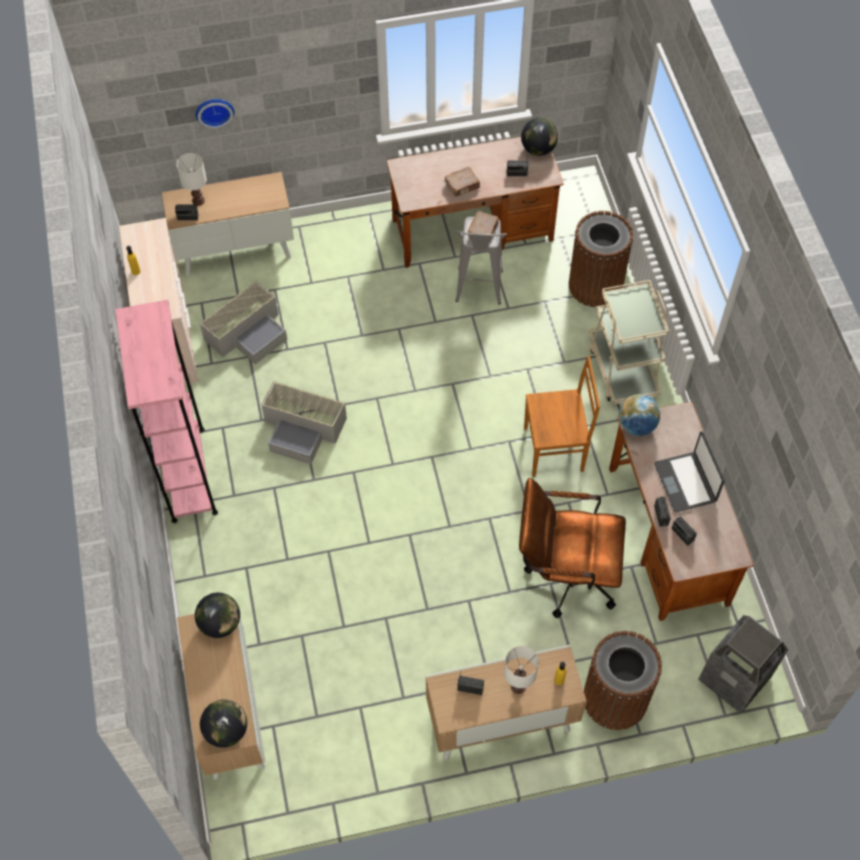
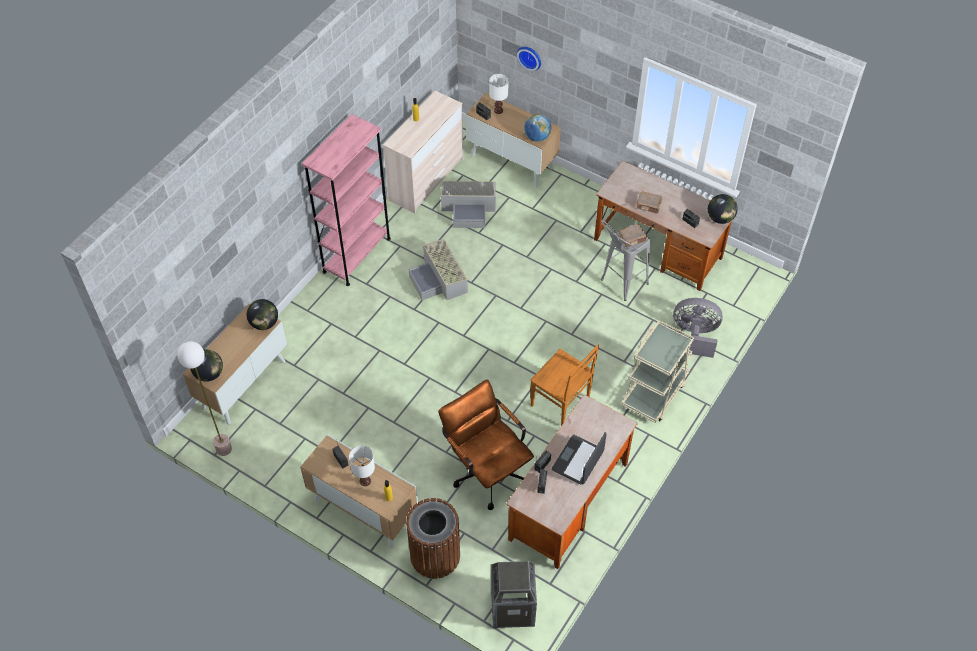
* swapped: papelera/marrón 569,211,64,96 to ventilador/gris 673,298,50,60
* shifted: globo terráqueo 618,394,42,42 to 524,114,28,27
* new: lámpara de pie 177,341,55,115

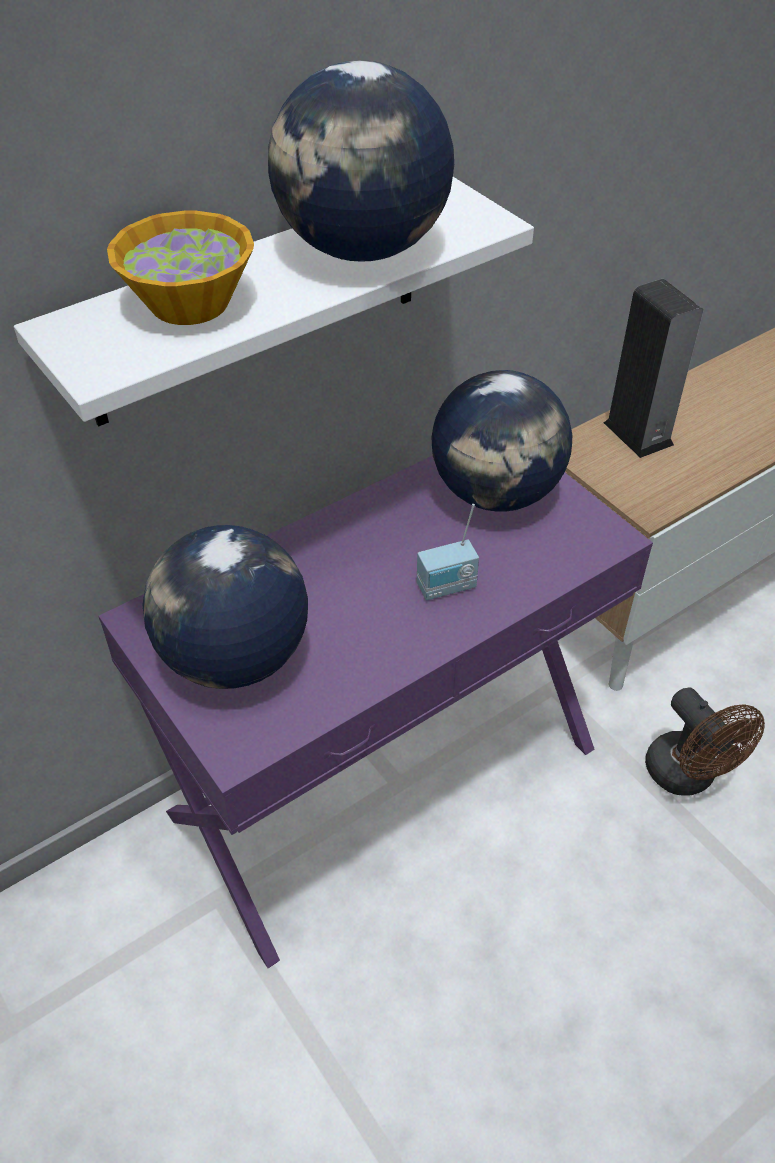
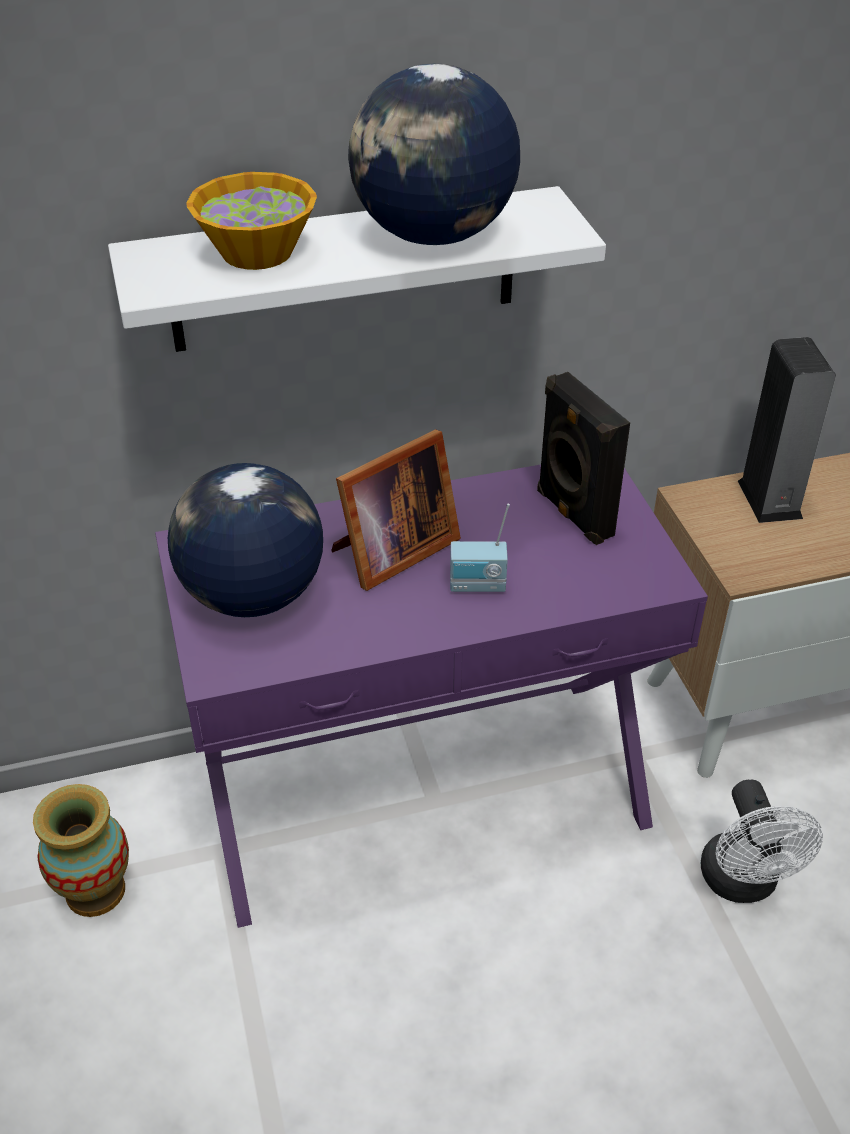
* swapped: globo terráqueo 431,370,141,142 to altavoz/negro 537,372,93,173
* repainted: ventilador/marrón 645,687,120,109 to ventilador/blanco 701,780,122,123
* new: portarretratos 331,429,130,162
* new: florero 33,784,96,133

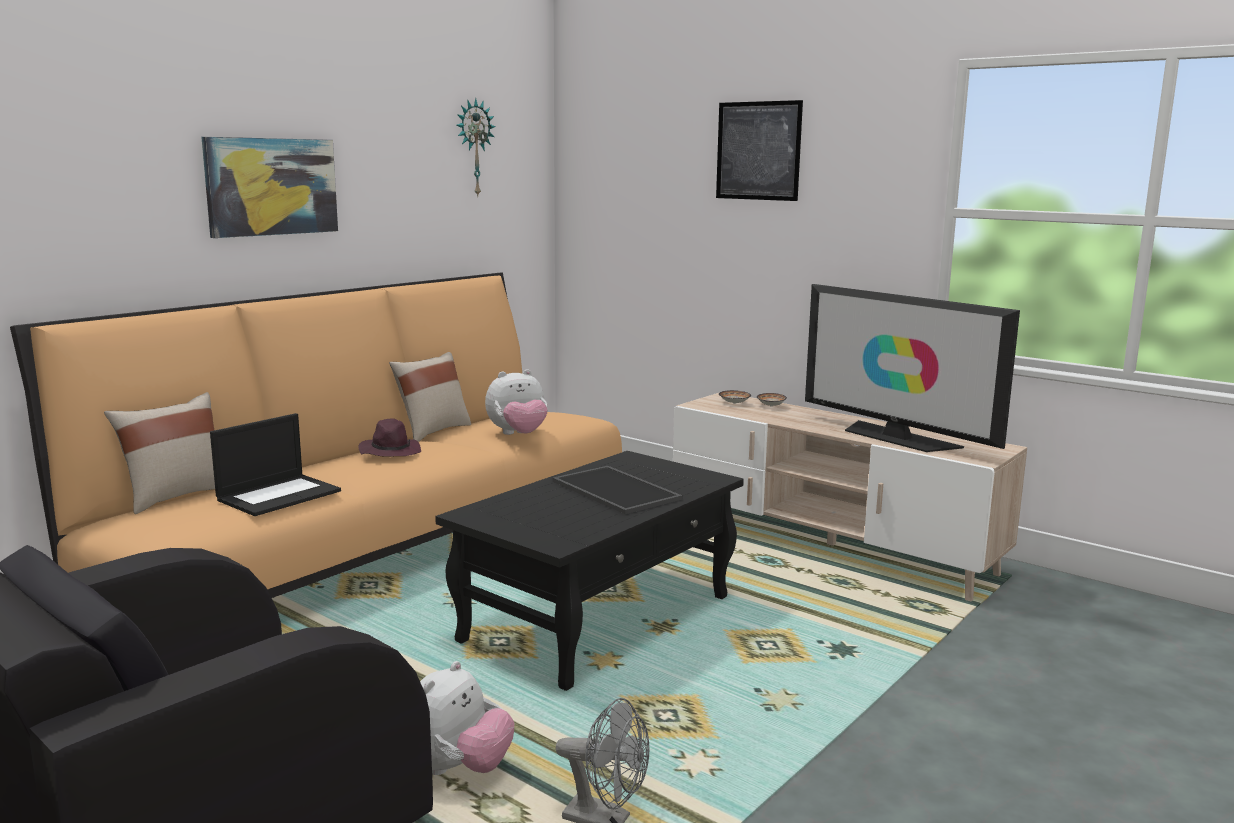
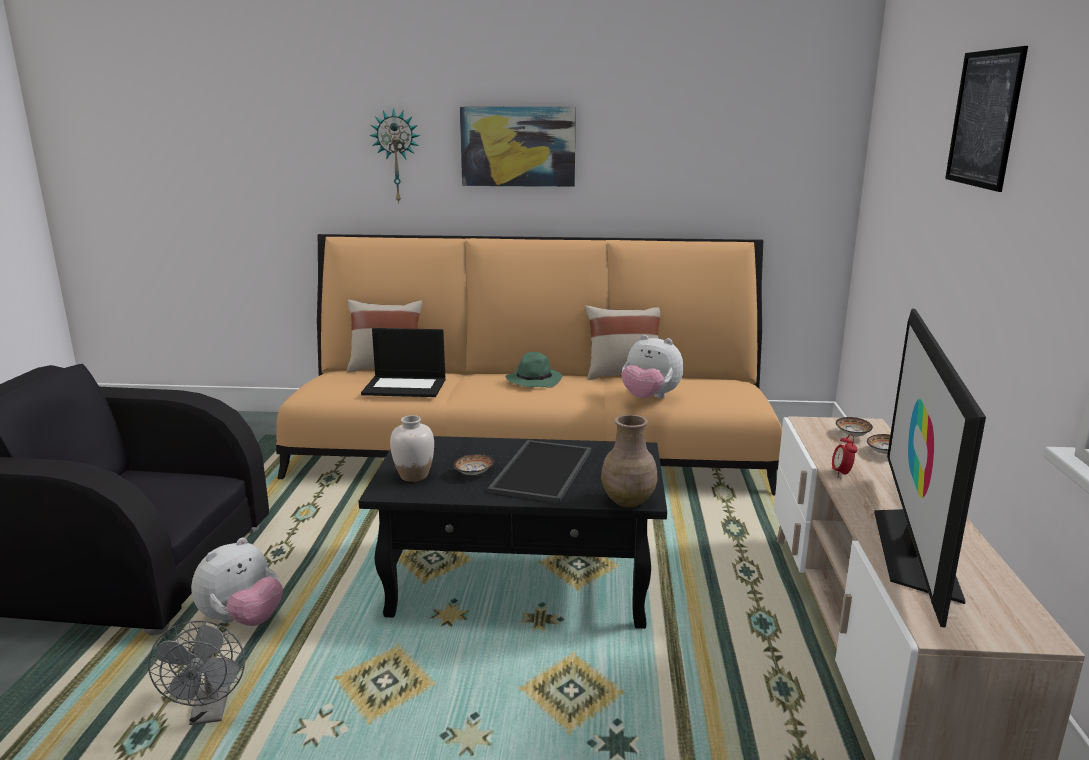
* shifted: reloj de pared 456,98,39,98 to 370,108,50,96
* repainted: sombrero/morado 358,418,63,39 to sombrero/verde 506,352,57,35
* rotated: peluche 420,661,94,114 = 191,537,92,89 45 degrees counterclockwise
* new: florero/blanco 390,415,44,67
* new: florero/marrón 601,415,56,93
* new: despertador 832,434,25,44
* new: cuenco 453,454,41,21

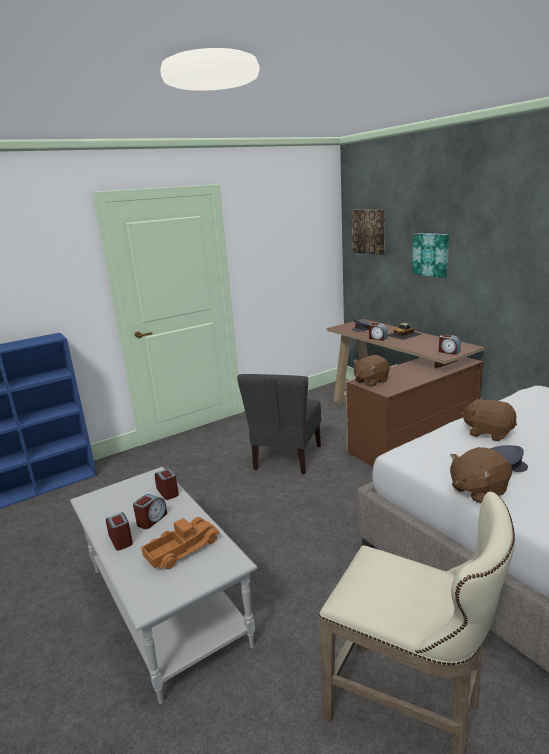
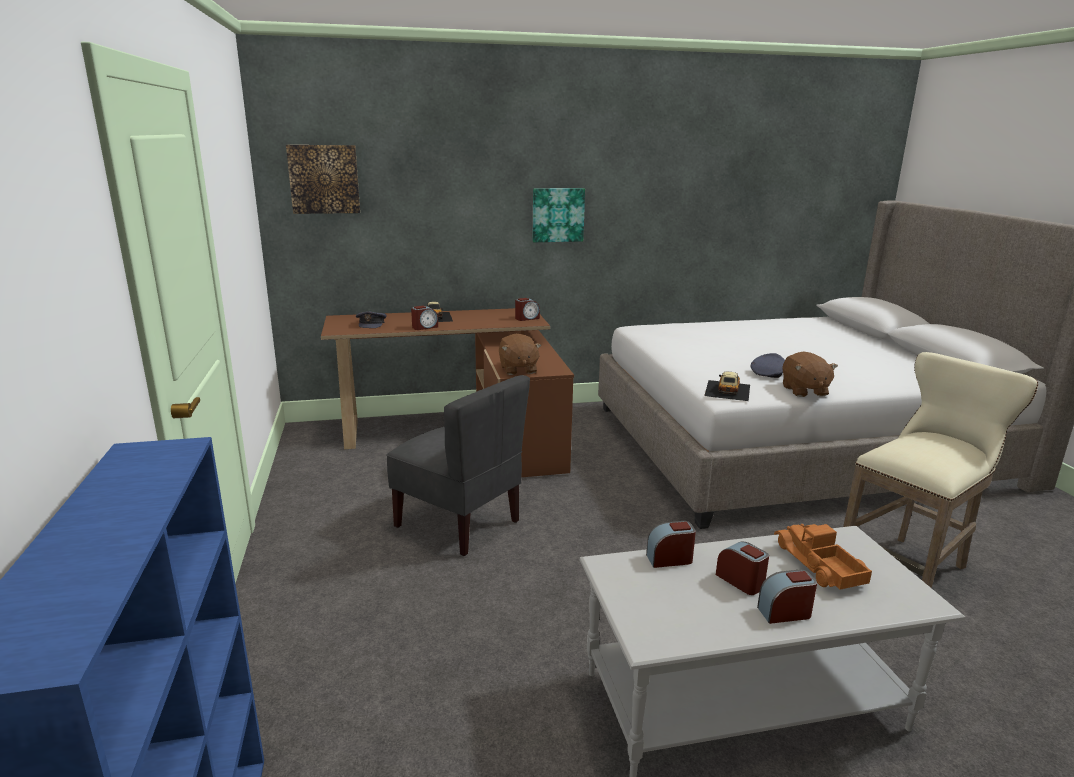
* shifted: cuadro 412,233,37,45 to 533,188,52,54
* gone: peluche/marrón 461,397,56,44
* new: coche de juguete 704,372,46,29

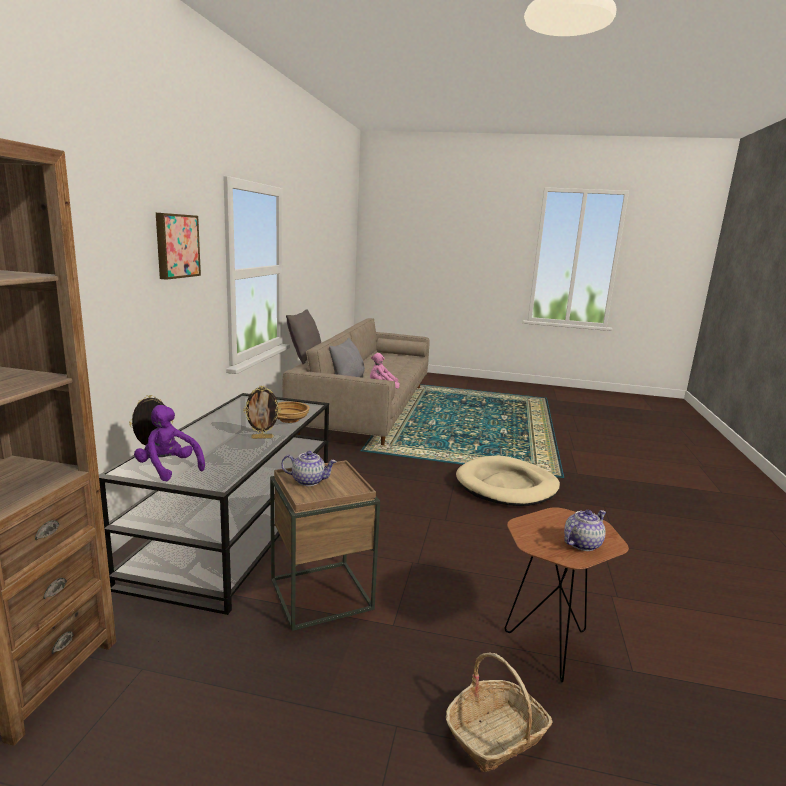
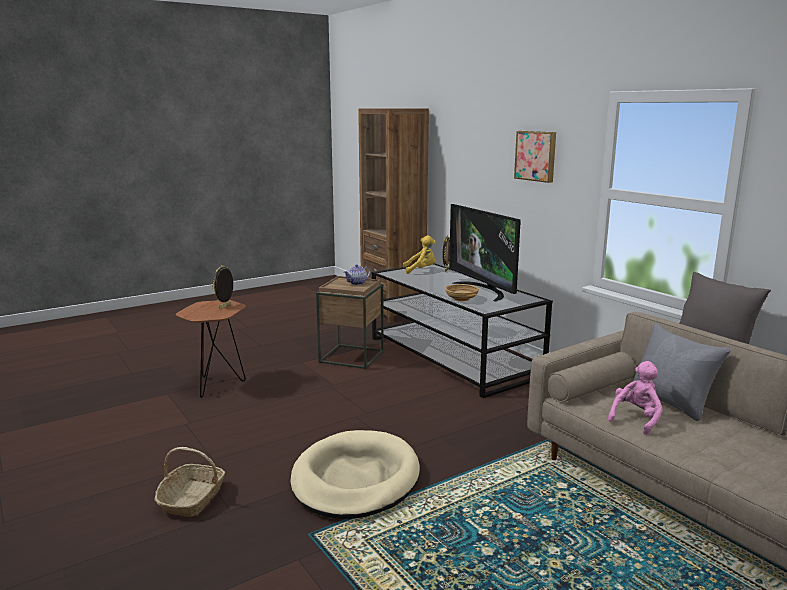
* shifted: portarretratos 243,386,38,53 to 212,265,22,44
* repainted: peluche/morado 134,405,71,76 to peluche/amarillo 403,235,33,39
* gone: tetera 564,510,42,41
* shifted: cesta 446,652,107,120 to 155,447,70,70
* new: televisor 449,204,72,98

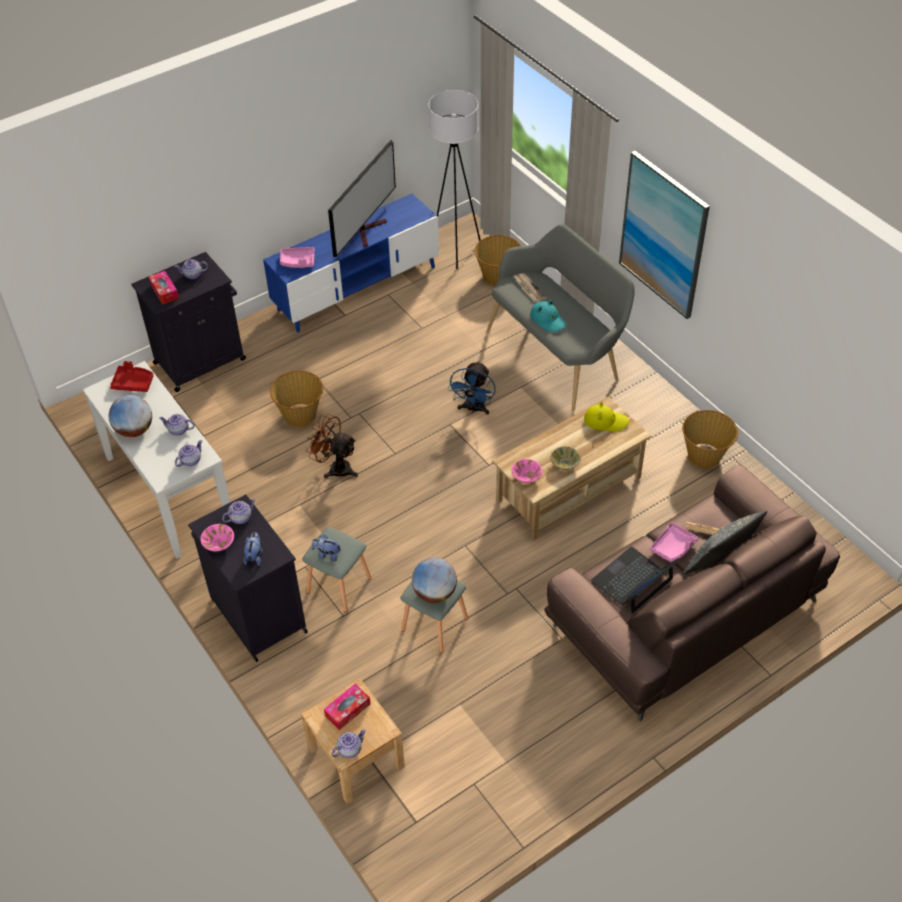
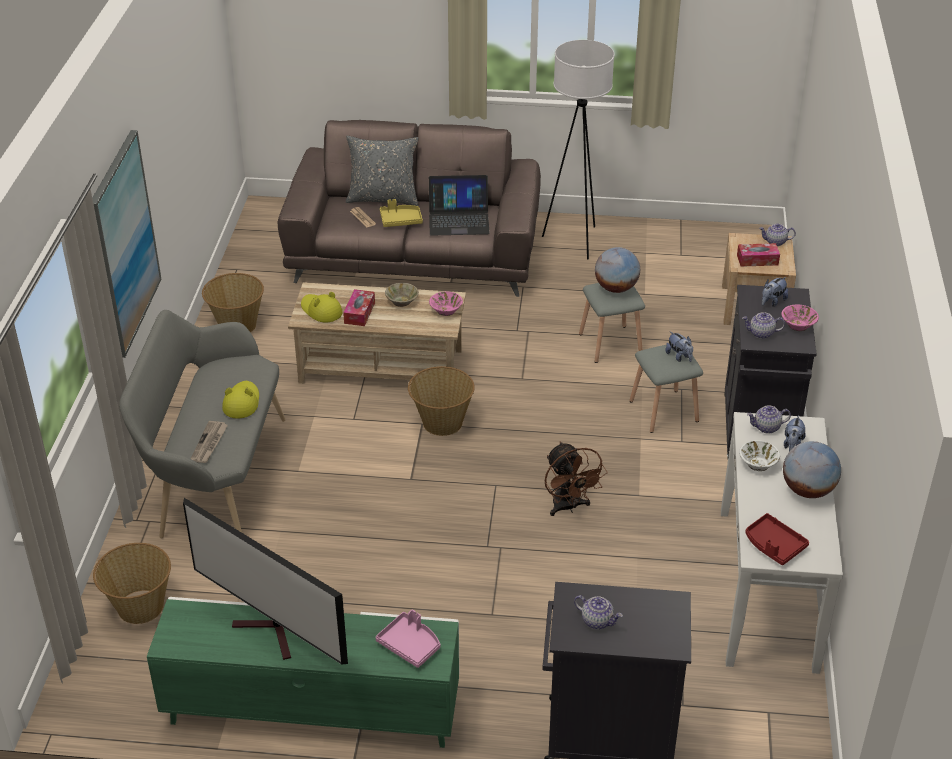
* shifted: lámpara de pie/blanco 428,90,52,179 to 542,40,72,219
* rotated: televisor 328,140,68,117 = 183,498,165,166 120 degrees counterclockwise
* repainted: mueble de televisión/azul 263,193,176,140 to mueble de televisión/verde 147,597,312,151
* shifted: caja de pañuelos 148,271,31,34 to 343,289,32,37
* repainted: sombrero/turquesa 530,300,36,32 to sombrero/amarillo 222,381,37,37
* gone: ventilador/azul 448,361,48,54
* shifted: cesta 270,371,53,56 to 408,366,67,70
* swapped: tetera 159,414,36,22 to cuenco/blanco 739,440,41,31
* repainted: bandeja/rosa 650,522,48,40 to bandeja/amarillo 380,199,43,28
* new: peluche 784,415,22,36

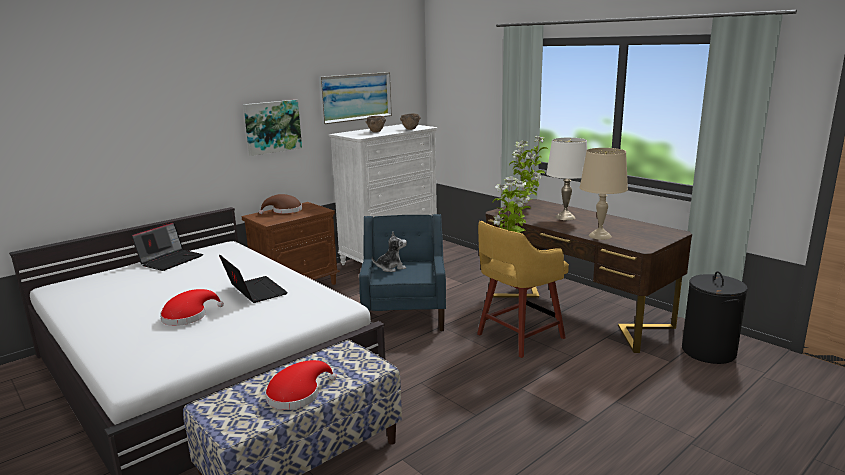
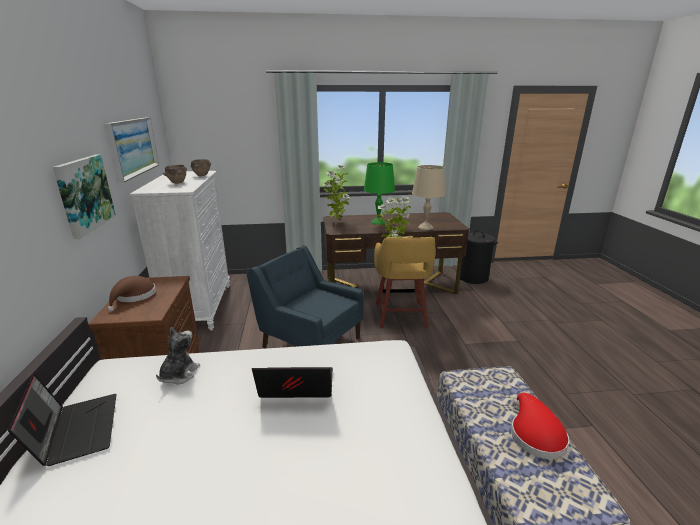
* repainted: lámpara de mesa/blanco 546,138,42,82 to lámpara de mesa/verde 364,162,31,63
* shifted: peluche 372,232,35,40 to 156,327,44,58
* gone: sombrero/rojo 160,289,64,37

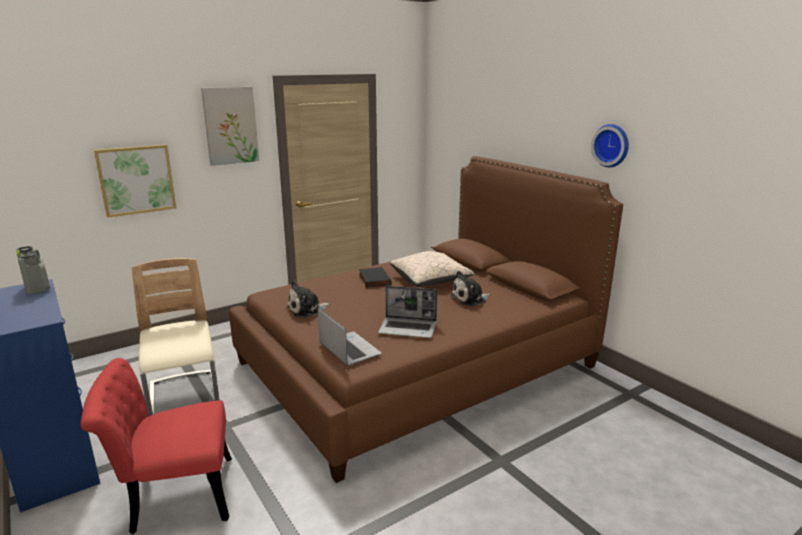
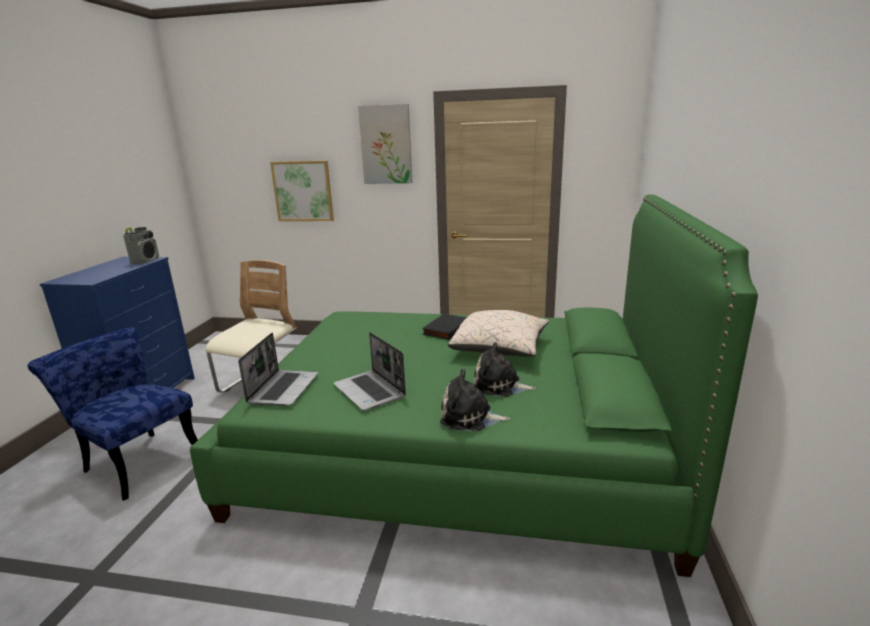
* gone: reloj de pared 591,124,38,43
* repainted: cama/marrón 229,156,394,327 to cama/verde 190,194,568,383
* shifted: peluche 287,280,43,38 to 440,369,70,62
* repainted: silla/rojo 81,358,151,176 to silla/azul 28,327,170,174

